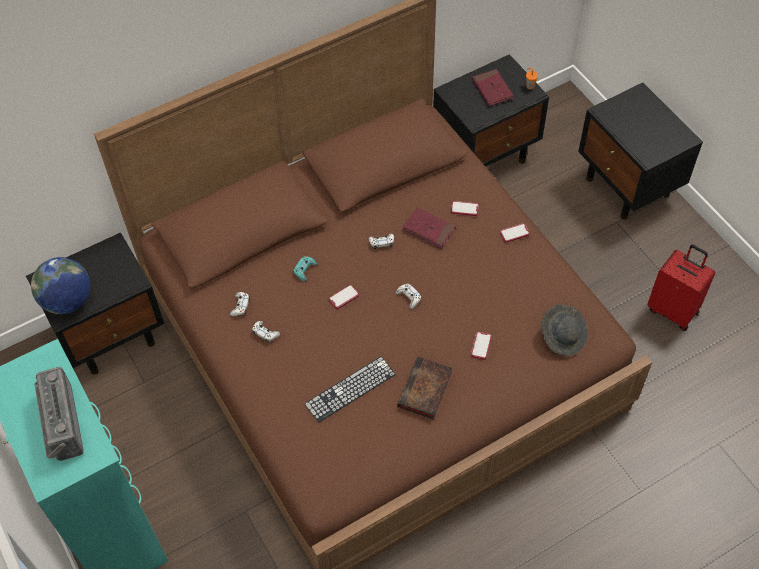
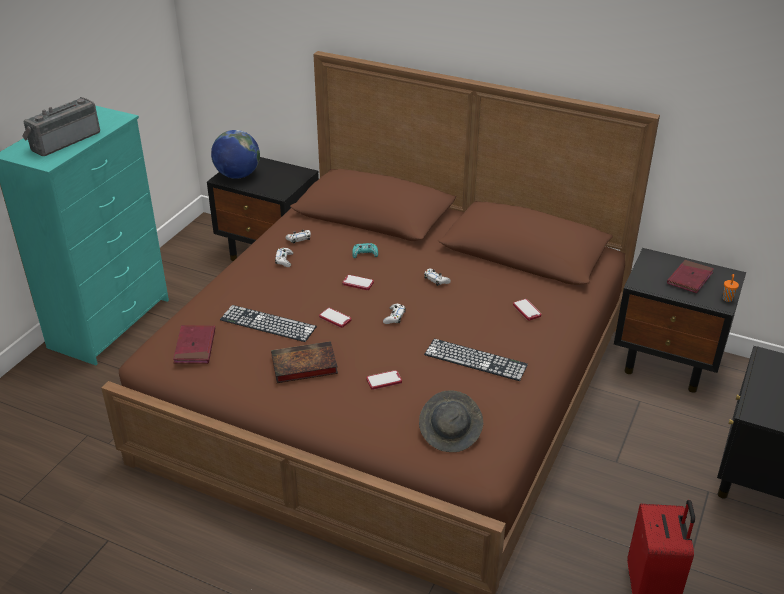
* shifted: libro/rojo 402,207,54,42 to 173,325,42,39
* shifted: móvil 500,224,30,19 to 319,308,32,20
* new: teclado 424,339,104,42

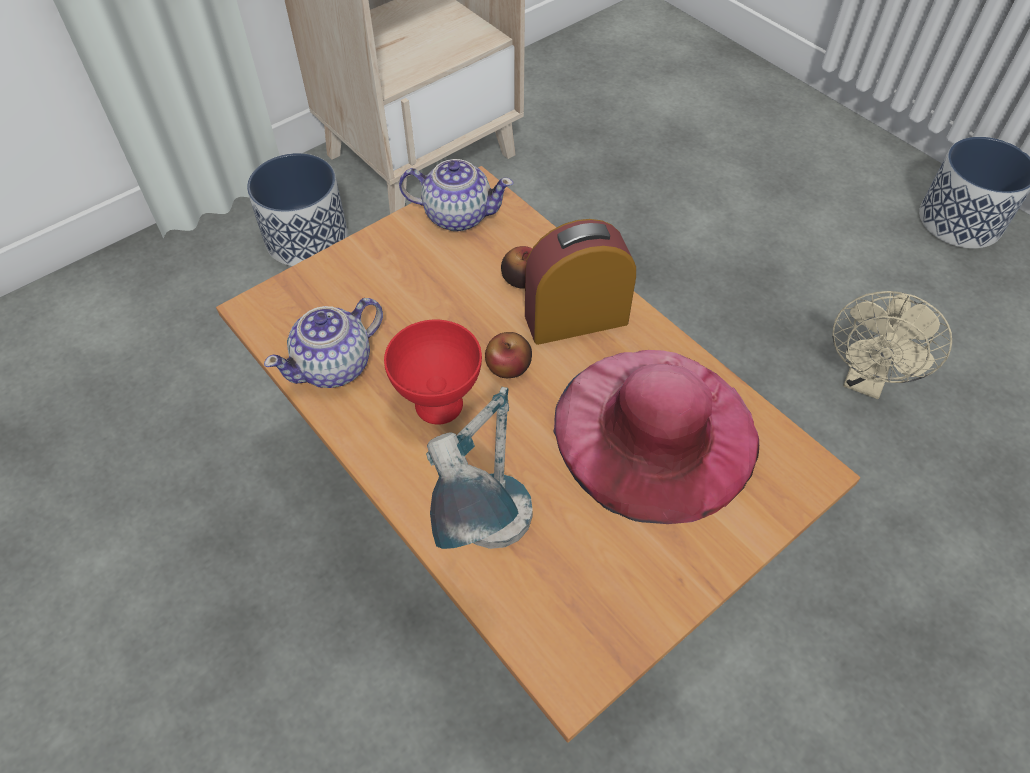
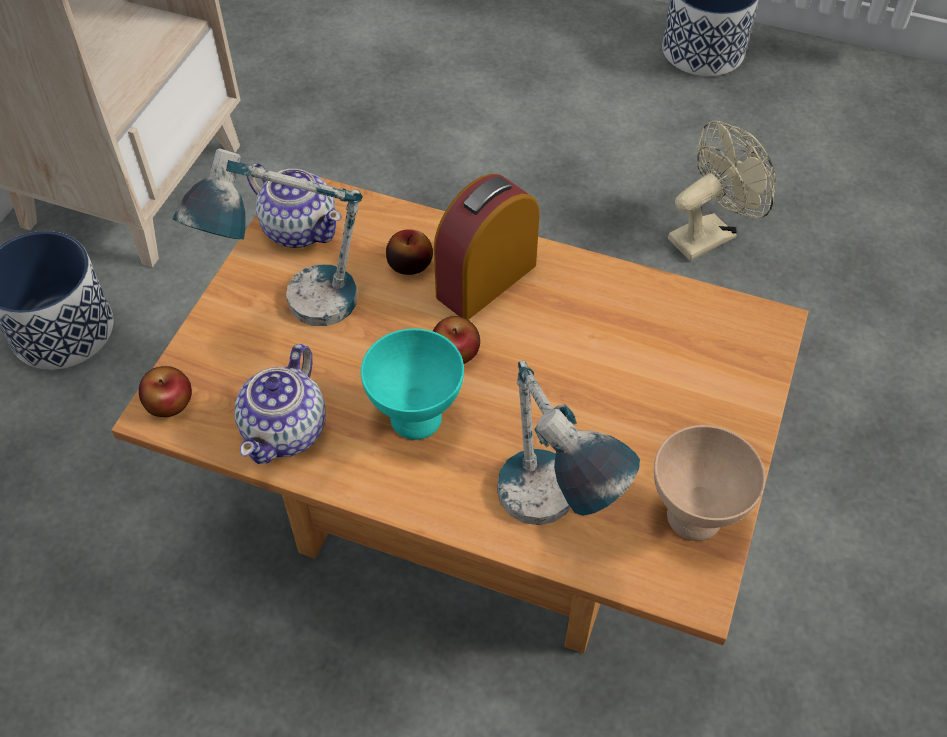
* rotated: tetera 399,159,114,72 = 247,163,95,85 60 degrees clockwise
* rotated: ventilador/beis 832,291,120,108 = 668,121,107,139 120 degrees counterclockwise
* repainted: cuenco/rojo 384,320,98,105 to cuenco/turquesa 361,328,103,112
* gone: sombrero/rosa 553,350,206,174
* new: lámpara de mesa 173,148,190,178
* new: manzana 139,366,53,51
* new: cuenco/beis 654,425,111,116

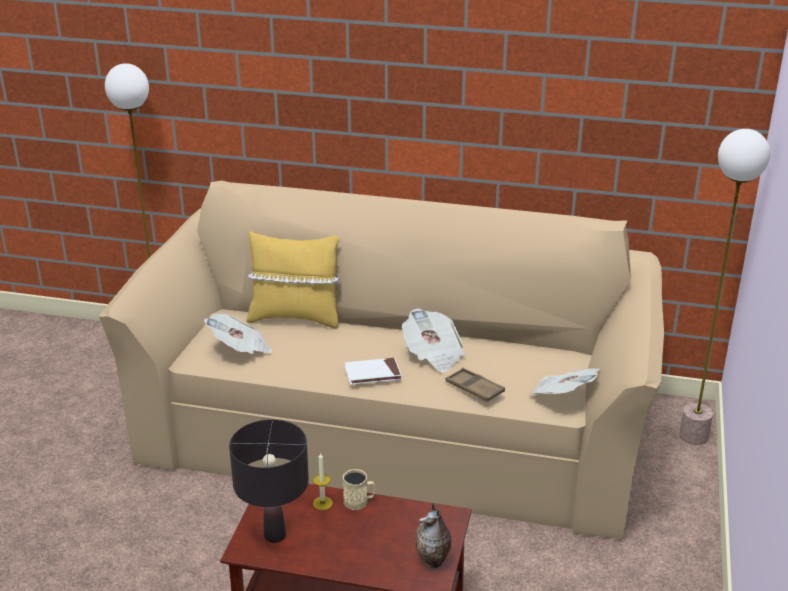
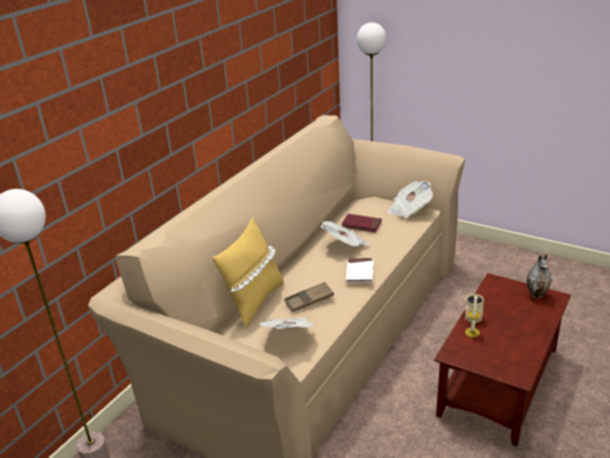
* shifted: bandeja/marrón 446,368,59,34 to 284,282,50,30
* gone: lámpara de mesa/negro 229,419,80,124
* new: libro/rojo 342,214,40,18

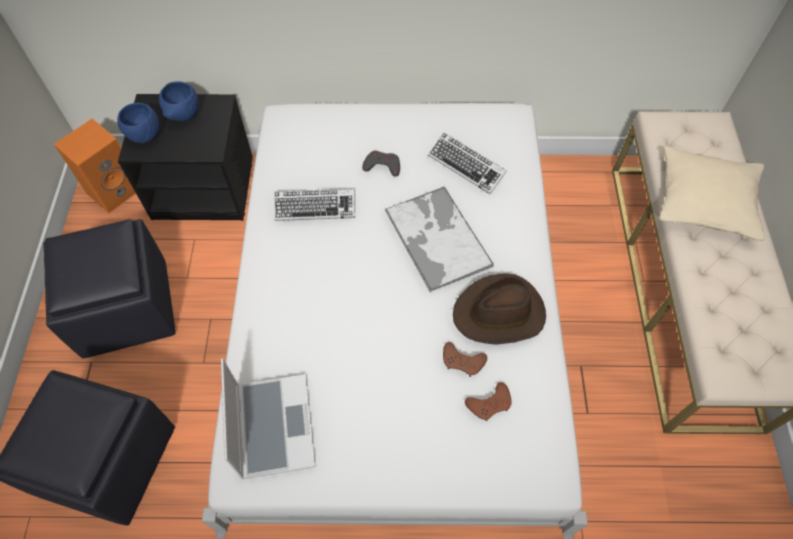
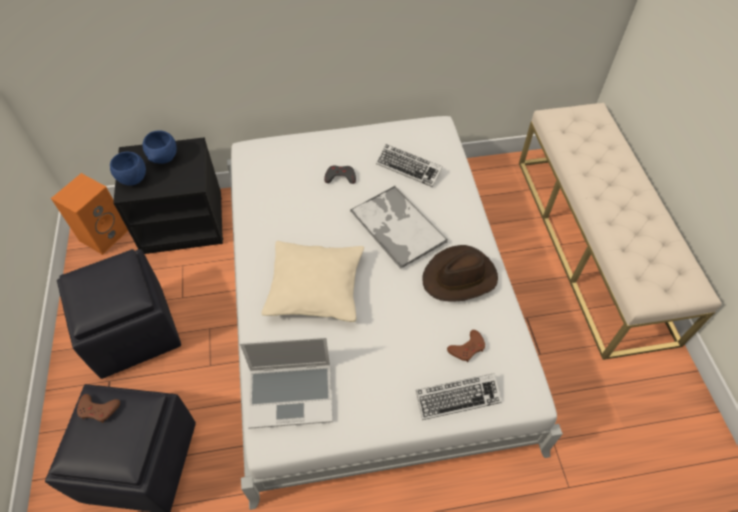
* shifted: cojín/beis 659,146,106,95 to 261,241,103,81
* shifted: teclado 274,189,81,32 to 416,373,86,47
* shifted: mando de consola/marrón 443,342,44,35 to 77,394,43,29
* rotated: portátil 221,358,95,121 = 240,337,92,92 105 degrees clockwise

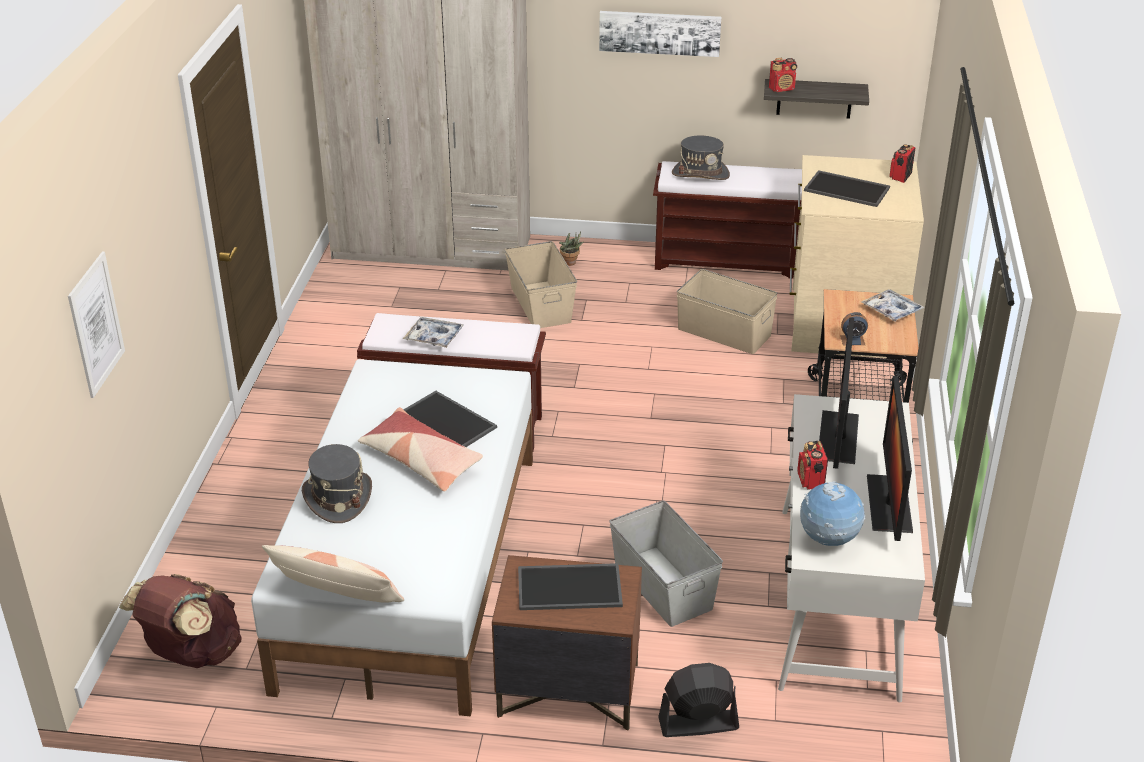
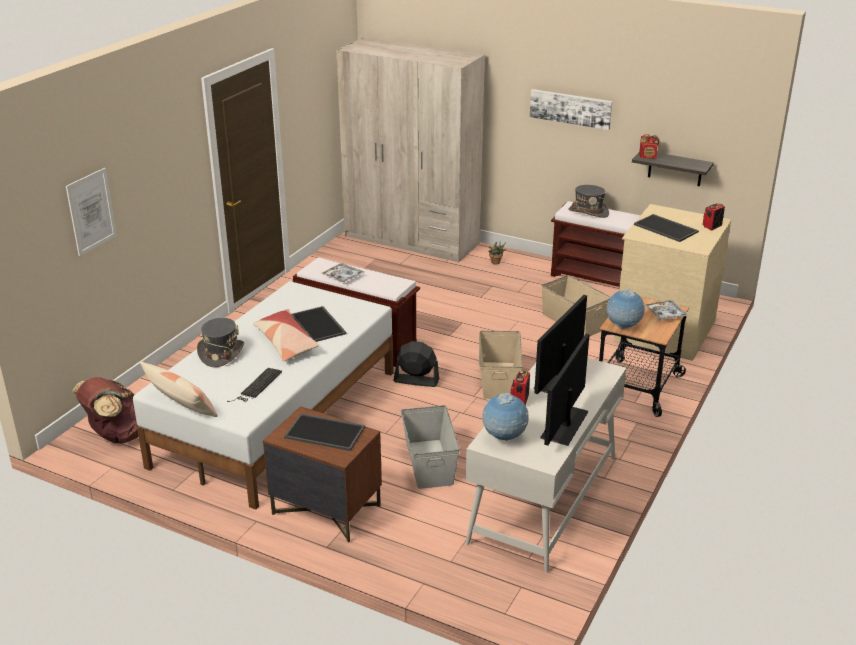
* shifted: caja de almacenaje/beis 505,241,72,87 to 479,330,44,69
* swapped: despertador 840,312,28,34 to globo terráqueo 607,289,38,40
* shifted: ventilador/negro 658,663,81,74 to 393,341,46,46
* new: teclado 227,368,55,34

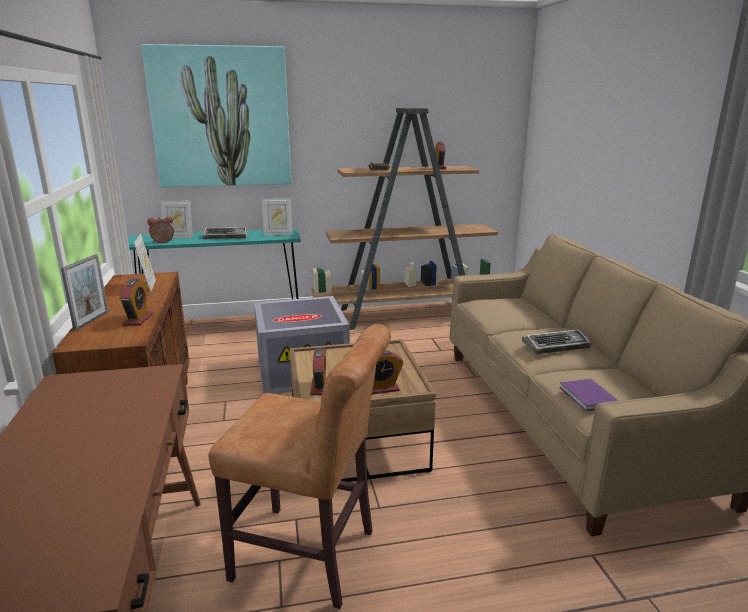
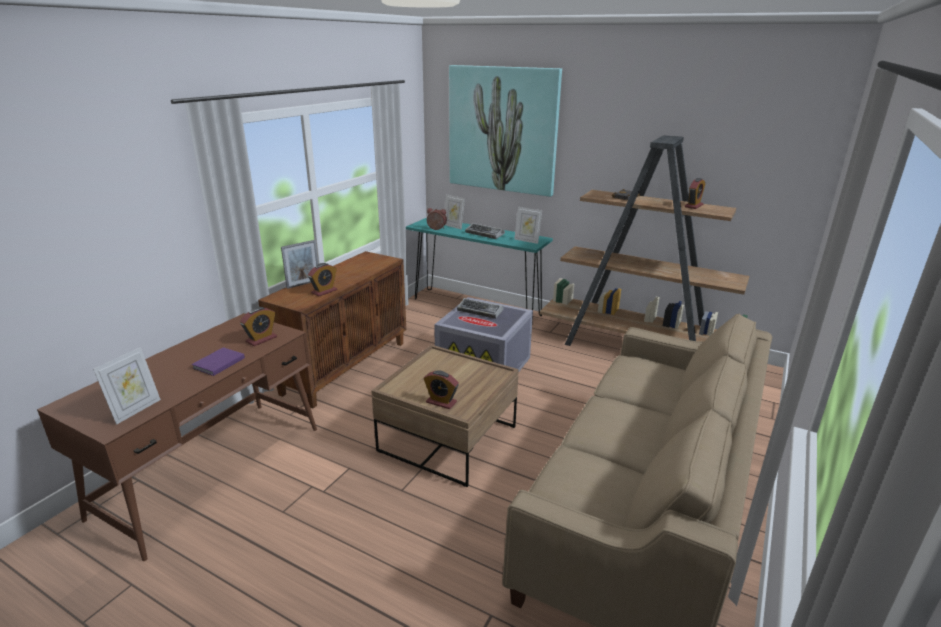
* shifted: portarretratos 134,234,22,58 to 93,347,68,78
* gone: silla/marrón 208,324,183,285
* shifted: teclado 522,329,69,25 to 457,298,47,21
* shifted: despertador 310,348,16,47 to 240,307,37,39
* shifted: libro/morado 559,379,60,32 to 191,347,54,29

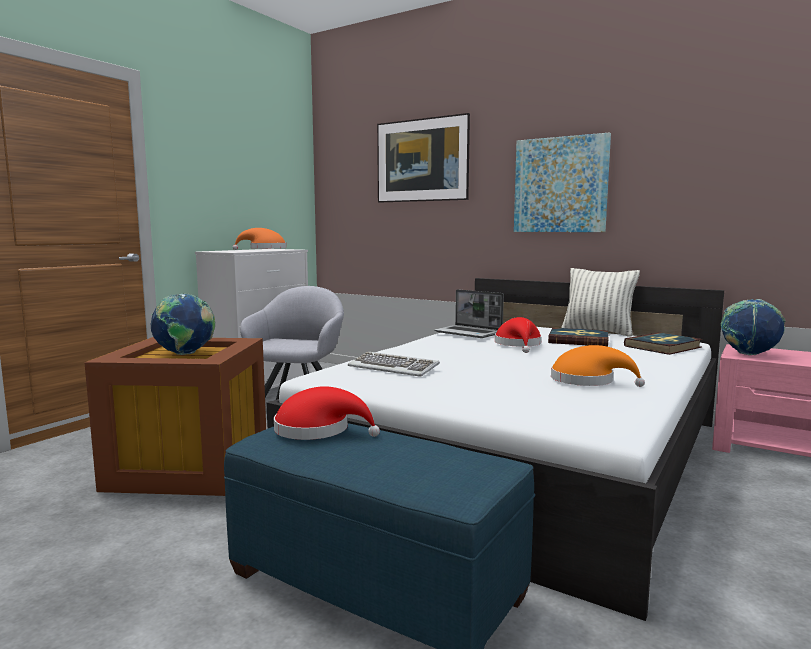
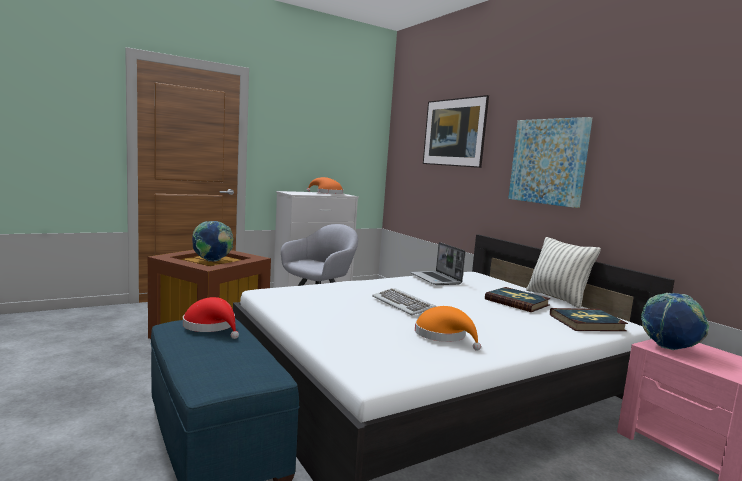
* gone: sombrero/rojo 495,317,47,36
* shifted: teclado 348,352,92,25 to 372,288,64,27

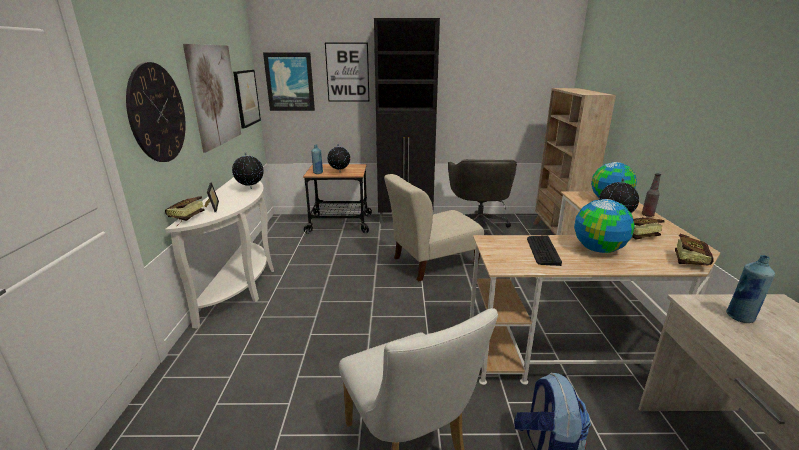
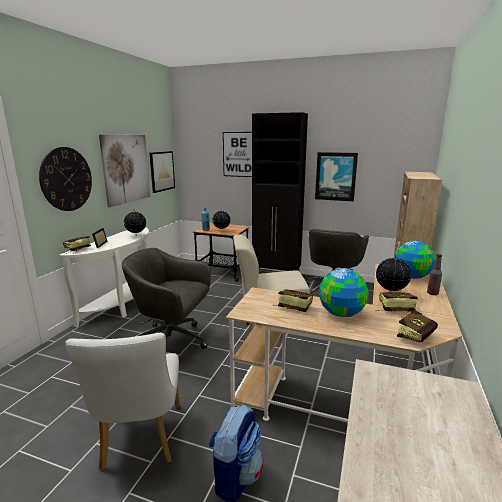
* shifted: cuadro 263,52,52,59 to 315,152,43,49
* swapped: teclado 527,236,35,30 to libro 272,289,41,23
* gone: botella/azul 726,255,49,68
* new: silla de oficina/gris 122,248,89,101

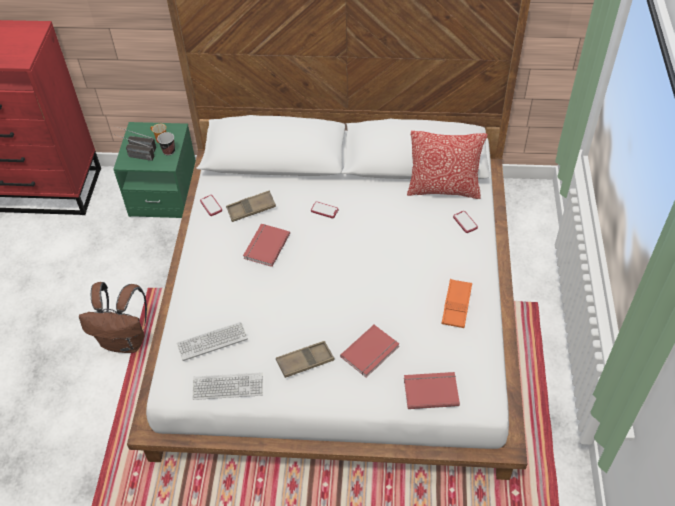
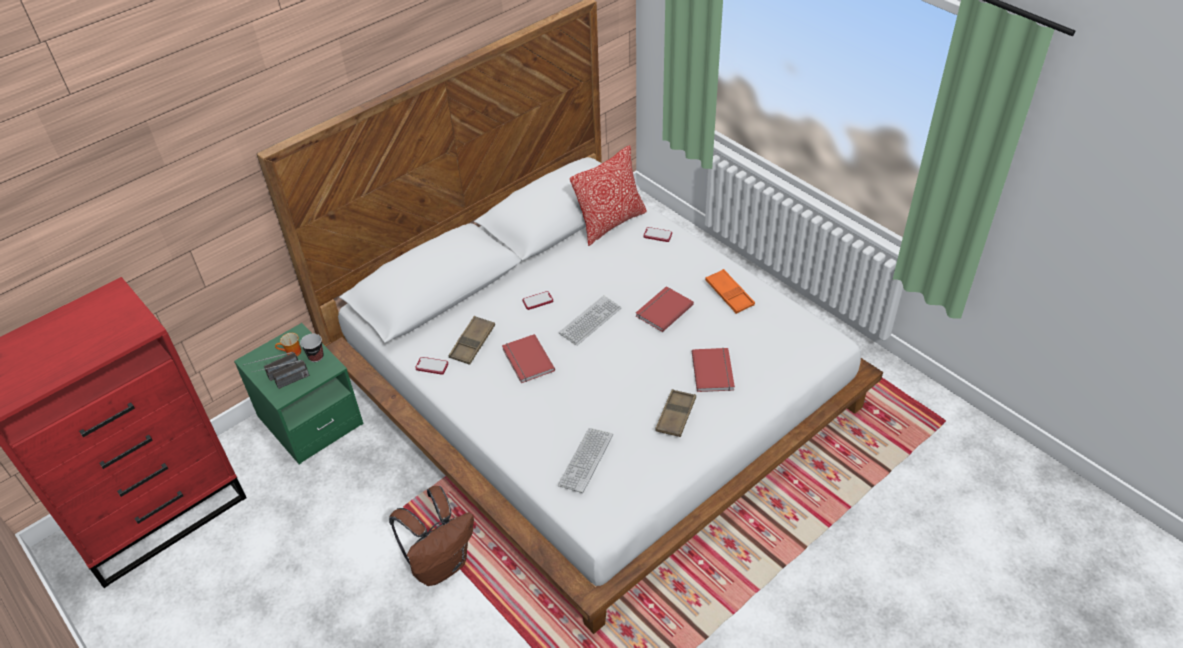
* shifted: teclado 193,372,70,28 to 559,295,62,51
* shifted: libro/rojo 404,372,56,37 to 636,286,58,46

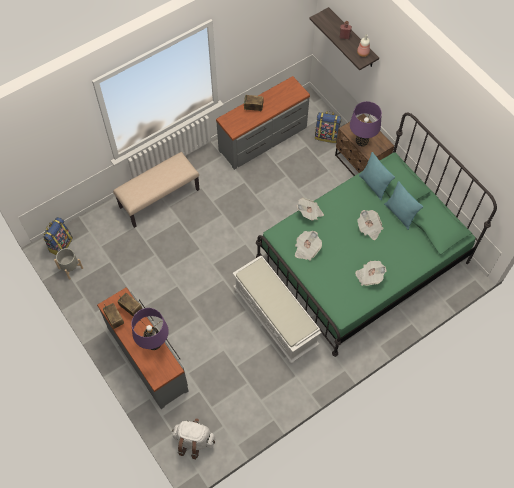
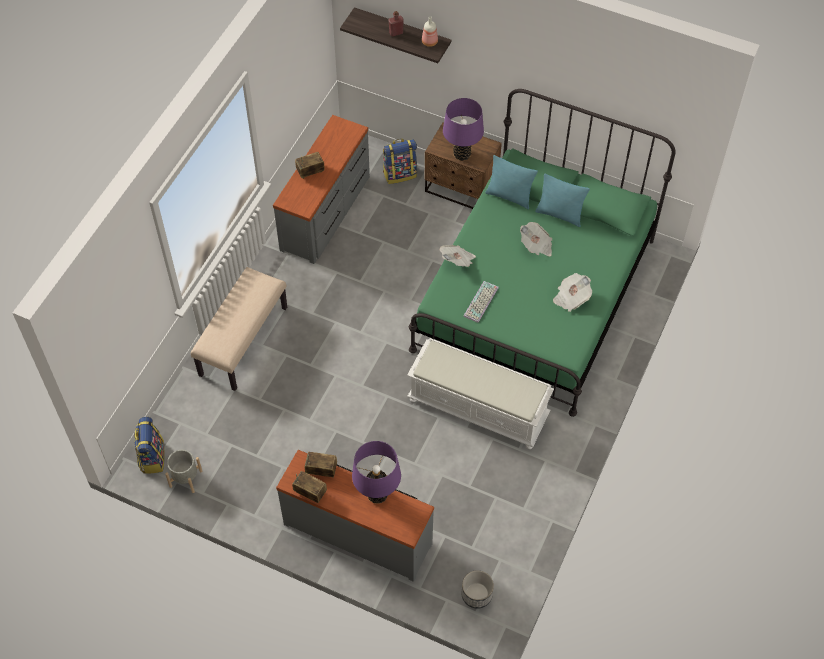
* swapped: periódico 295,231,27,30 to teclado 463,281,36,42
* swapped: mochila/blanco 172,418,43,41 to maceta 462,570,32,39

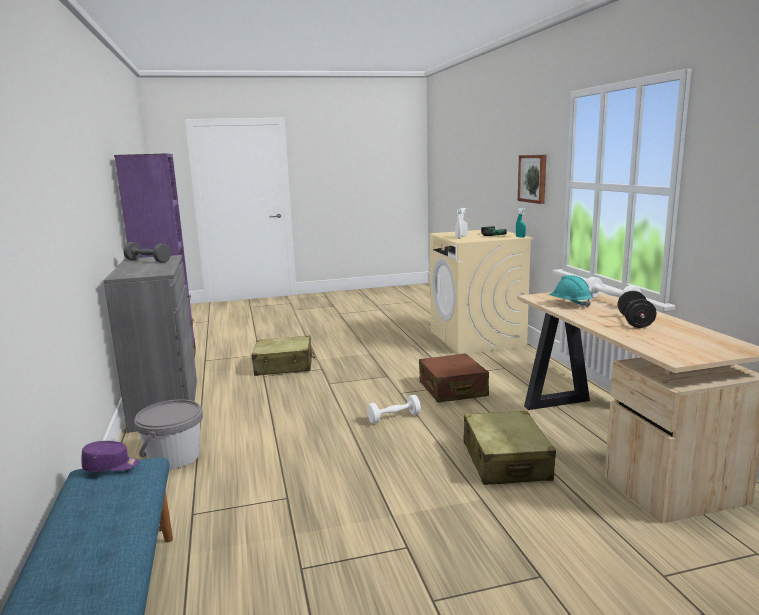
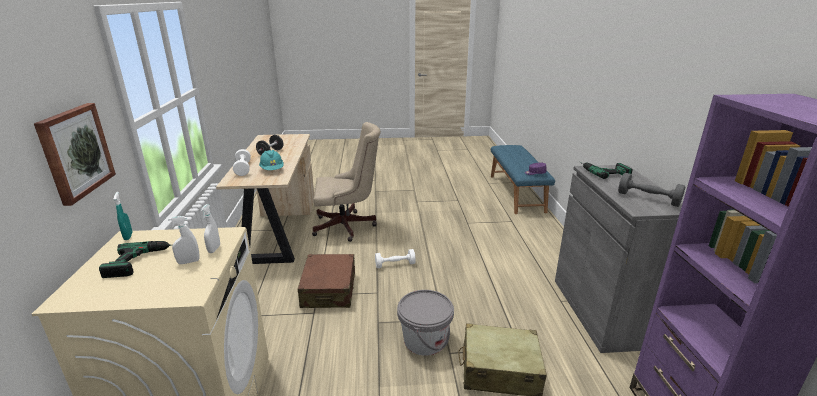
* shifted: cubo/gris 134,400,69,70 to 397,290,57,66
* swapped: maleta/beis 463,411,93,74 to silla de oficina/beis 312,122,69,120
* new: taladro 580,162,53,17

